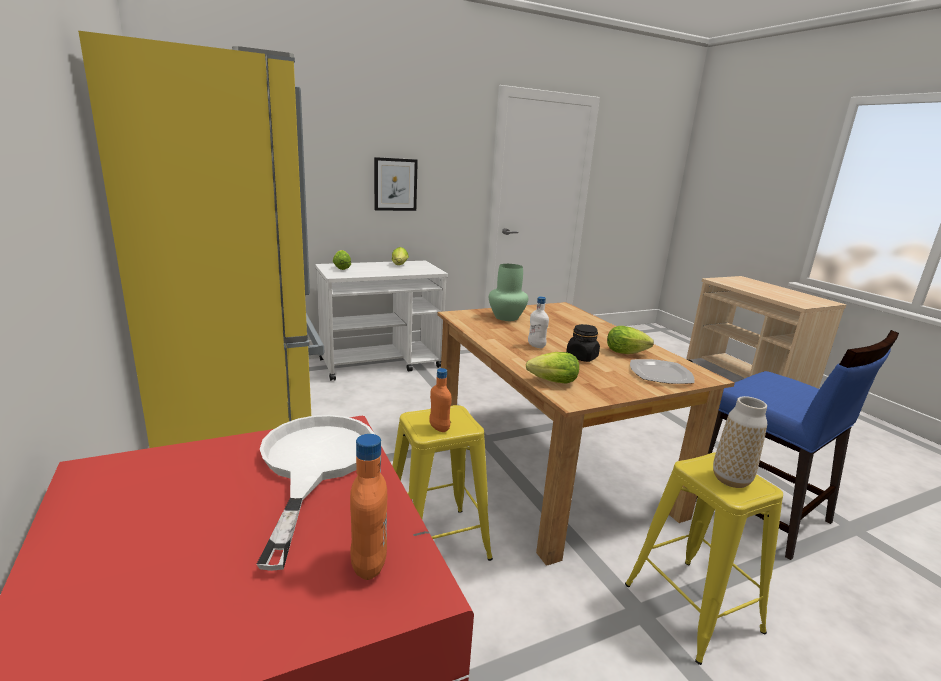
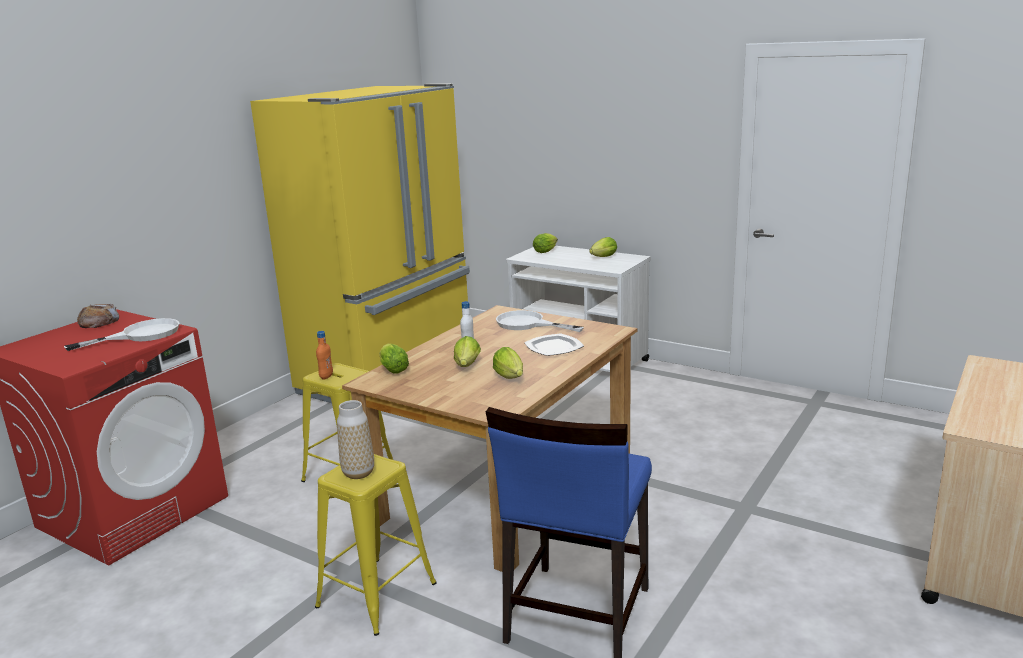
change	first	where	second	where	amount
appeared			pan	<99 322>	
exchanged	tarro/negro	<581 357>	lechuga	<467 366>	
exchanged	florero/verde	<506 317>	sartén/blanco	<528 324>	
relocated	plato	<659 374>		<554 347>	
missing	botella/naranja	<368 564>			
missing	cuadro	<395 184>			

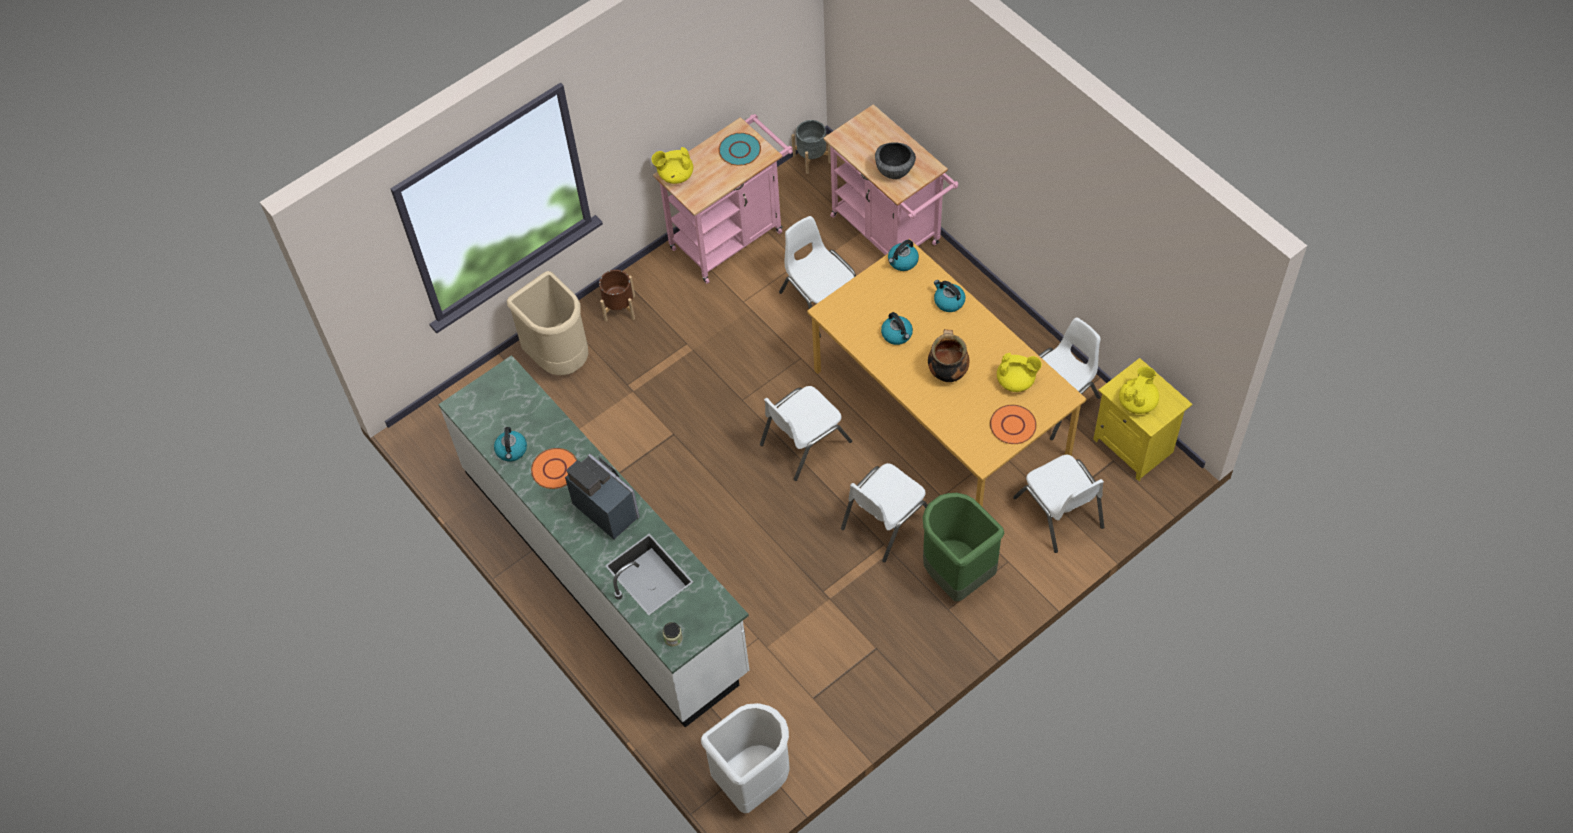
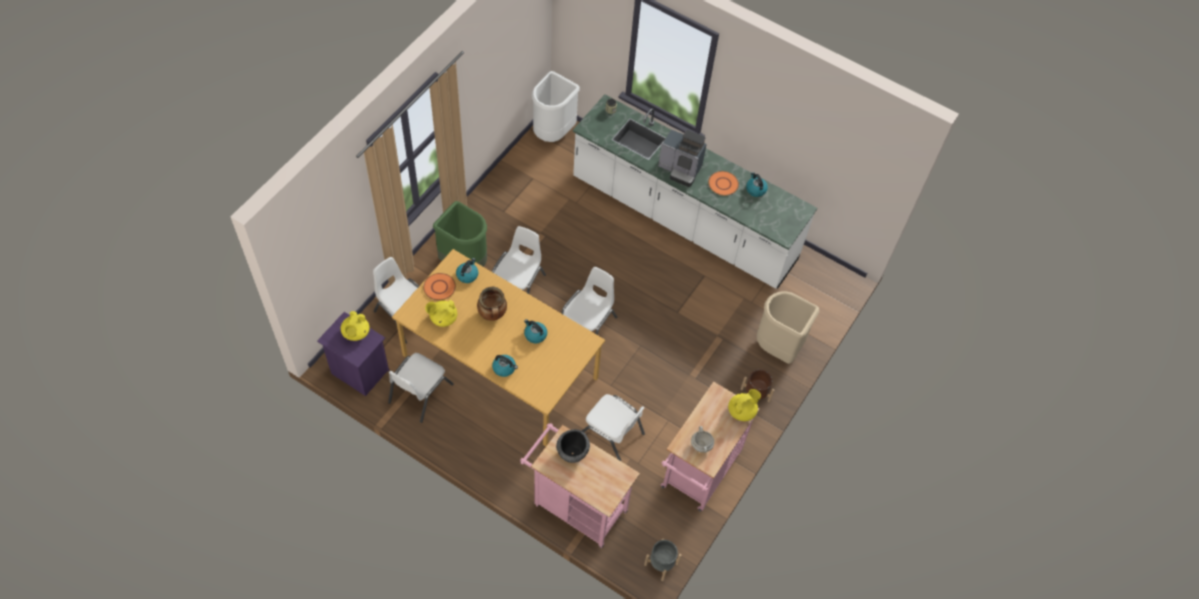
change	first	where	second	where	amount
colour	mesita de noche/amarillo	<1134 445>	mesita de noche/morado	<359 372>	
relocated	hervidor	<902 261>		<467 275>	
exchanged	plato/turquesa	<739 150>	olla/blanco	<701 445>	

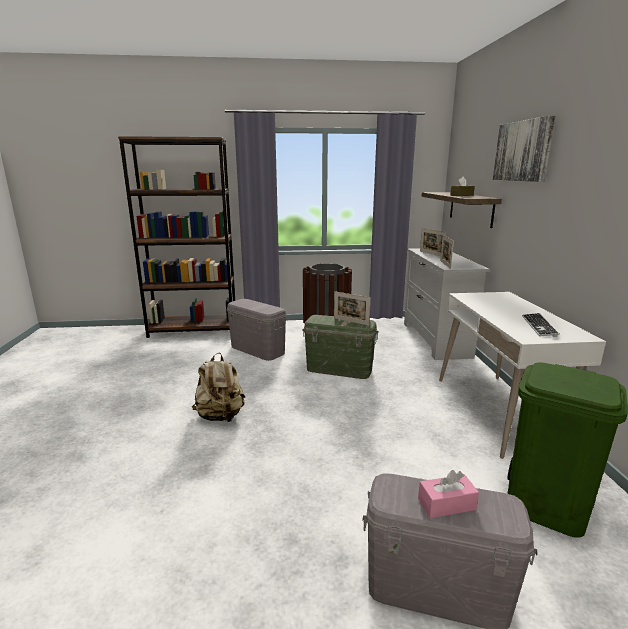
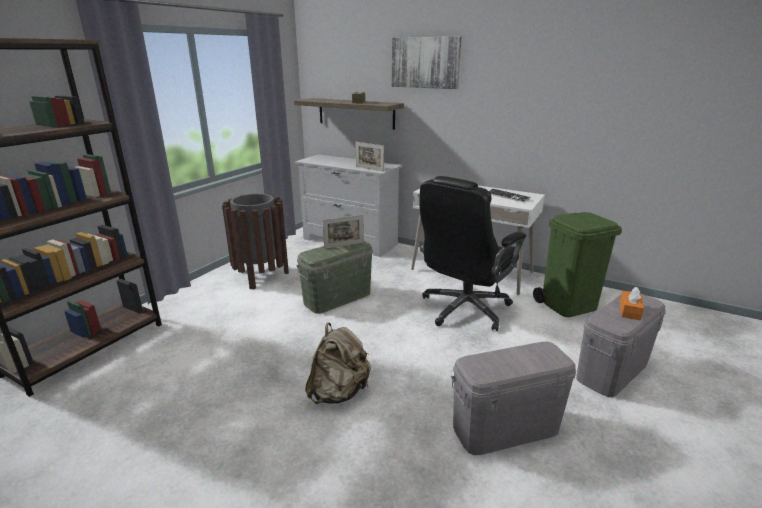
change	first	where	second	where	amount
appeared			silla de oficina/negro	<464 309>	
relocated	caja de almacenaje/gris	<258 349>		<505 428>	
colour	caja de pañuelos/rosa	<446 504>	caja de pañuelos/naranja	<629 311>	
missing	portarretratos	<431 254>			

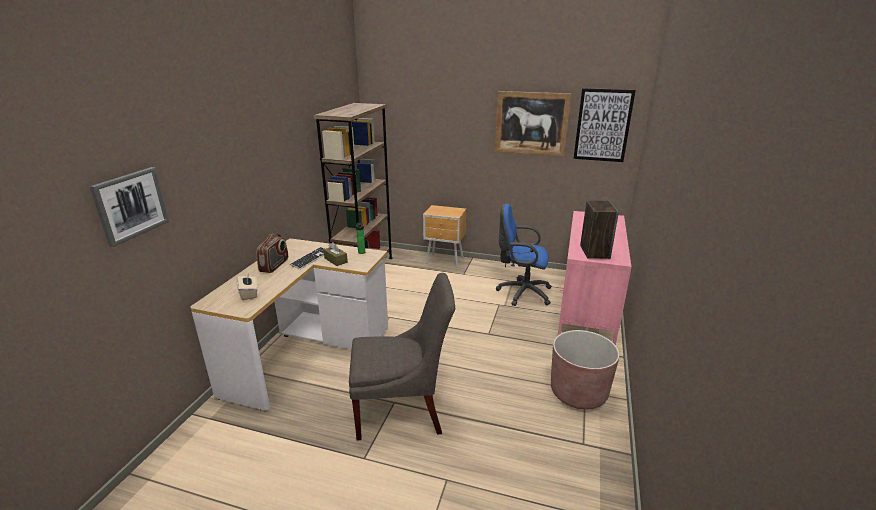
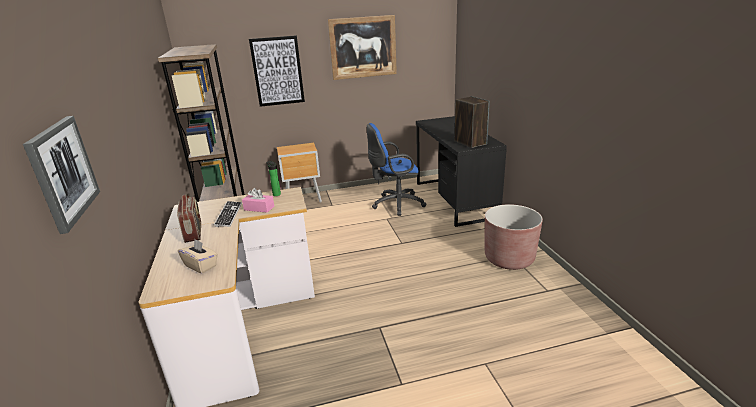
change	first	where	second	where	amount
colour	caja de pañuelos/marrón	<336 260>	caja de pañuelos/rosa	<259 208>	
relocated	cuadro	<603 125>		<277 71>	
colour	escritorio/rosa	<586 308>	escritorio/negro	<454 200>	
missing	silla/gris	<403 410>			

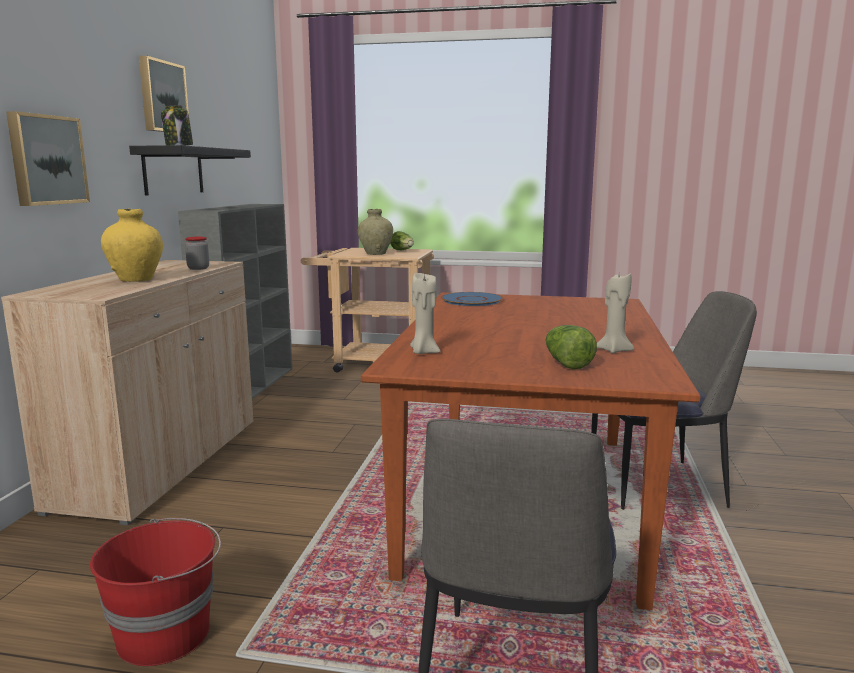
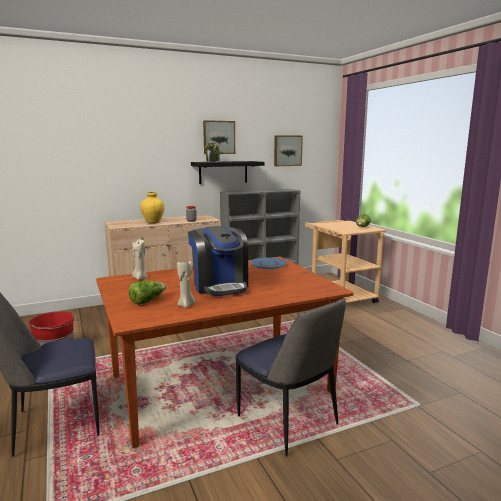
change	first	where	second	where	amount
appeared			cafetera	<220 286>	
relocated	cuadro	<46 160>		<287 150>	
missing	florero/beis	<375 253>			

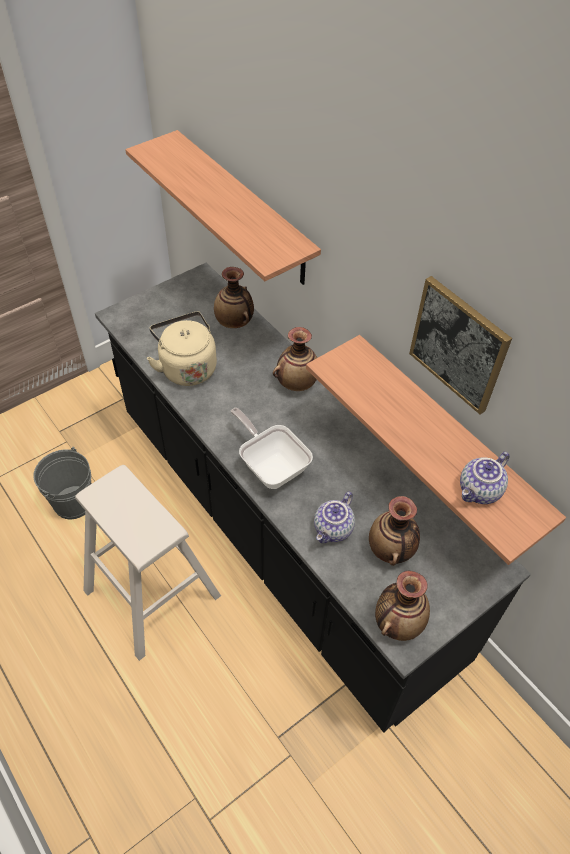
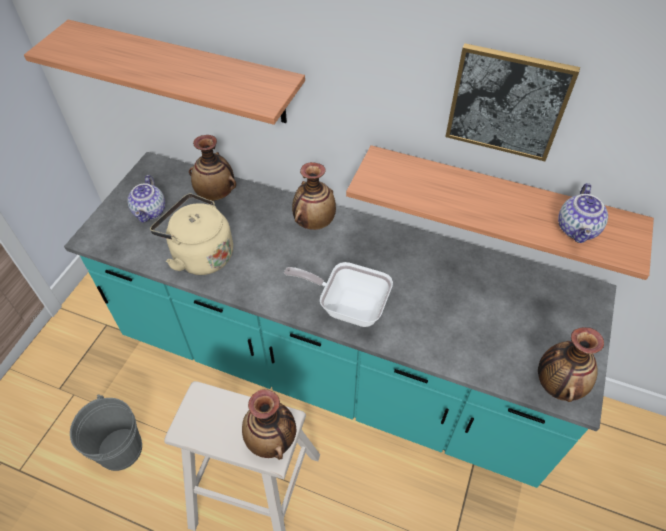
change	first	where	second	where	amount
colour	mueble bajo de cocina/negro	<281 531>	mueble bajo de cocina/turquesa	<333 368>	
relocated	tetera	<334 530>		<150 212>	
relocated	florero	<391 550>		<272 439>	

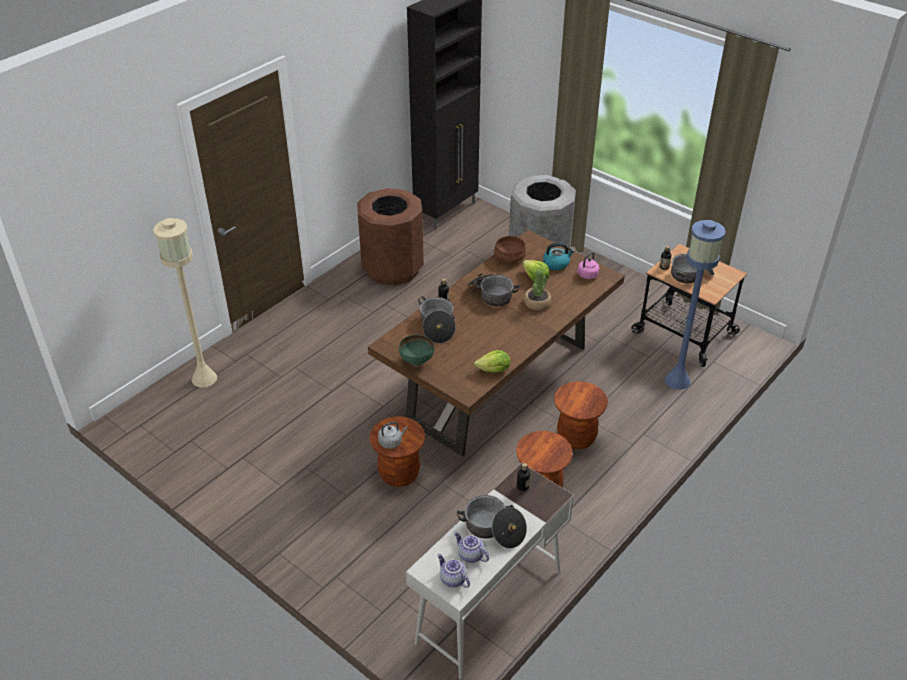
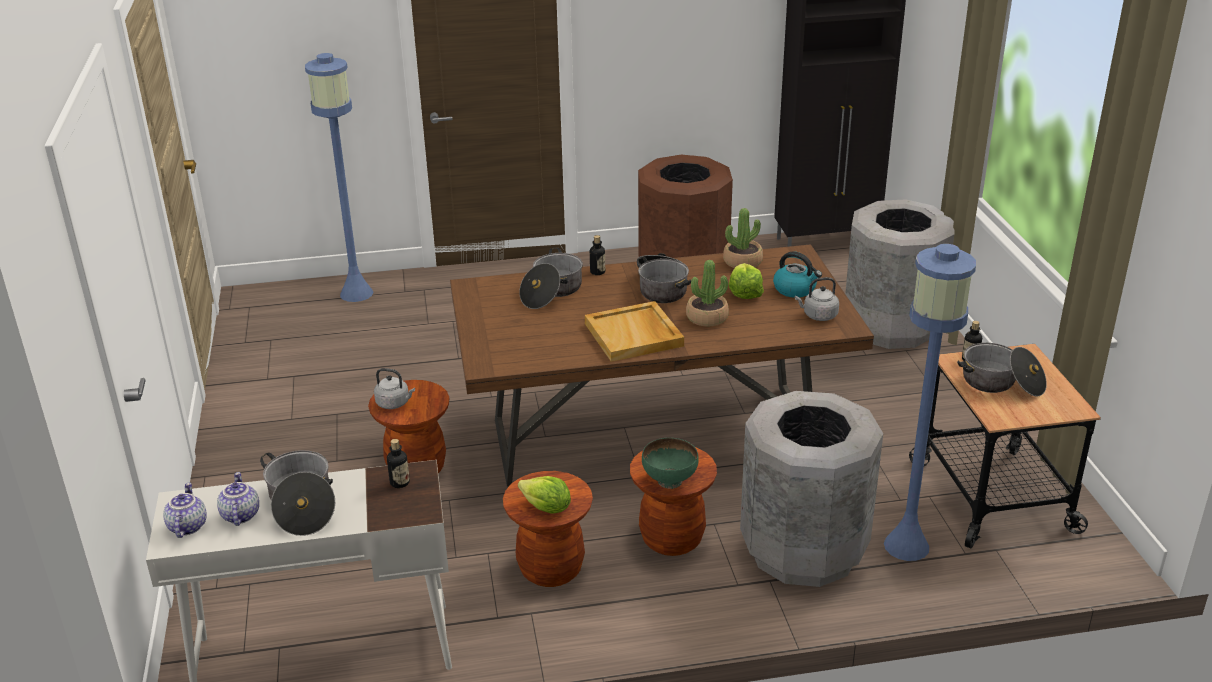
change	first	where	second	where	amount
colour	lámpara de pie/beis	<204 378>	lámpara de pie/azul	<356 293>	
relocated	lechuga	<494 370>		<546 508>	
appeared			bandeja/beis	<634 335>	
relocated	cuenco/verde	<416 361>		<669 481>	
exchanged	olla/marrón	<509 257>	planta en maceta	<742 262>	
appeared			papelera/gris	<802 551>	
colour	hervidor/rosa	<586 275>	hervidor/gris	<818 316>	

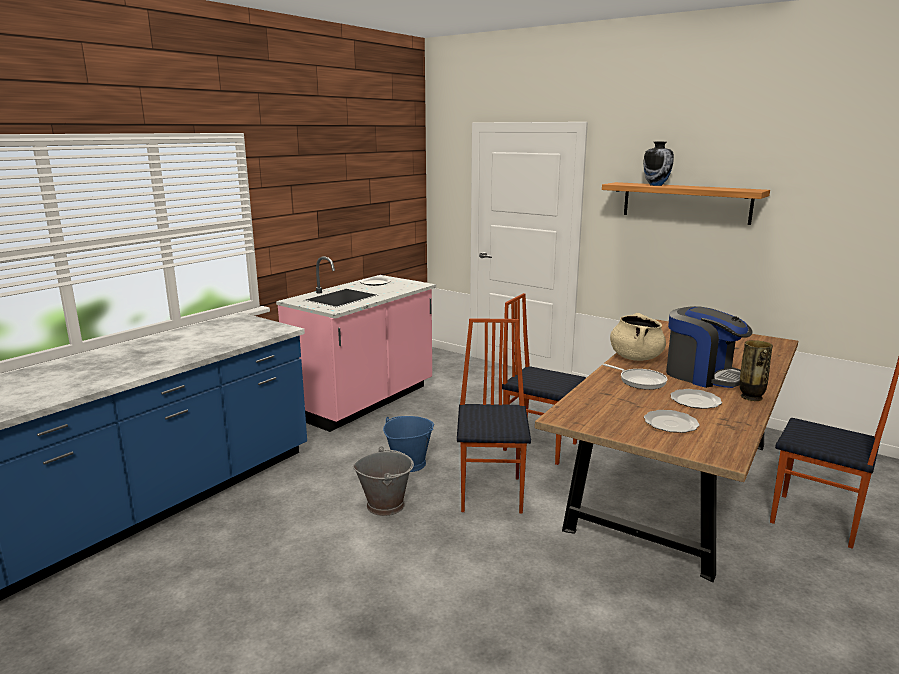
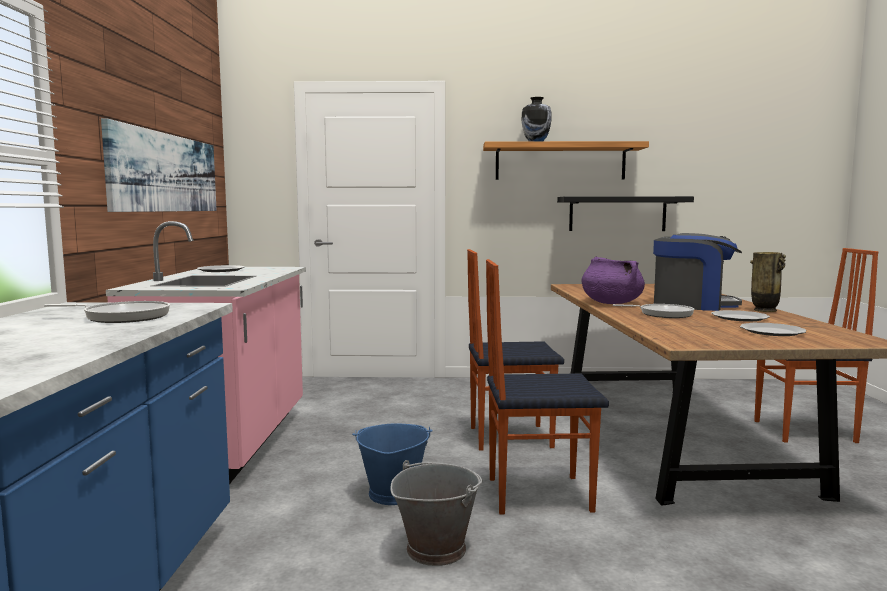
change	first	where	second	where	amount
appeared			sartén	<122 317>	
appeared			cuadro	<166 173>	
spun	silla	<492 493>		<537 493>	60 degrees counterclockwise
appeared			estante/negro	<617 214>	
colour	olla/beis	<635 357>	olla/morado	<611 303>	

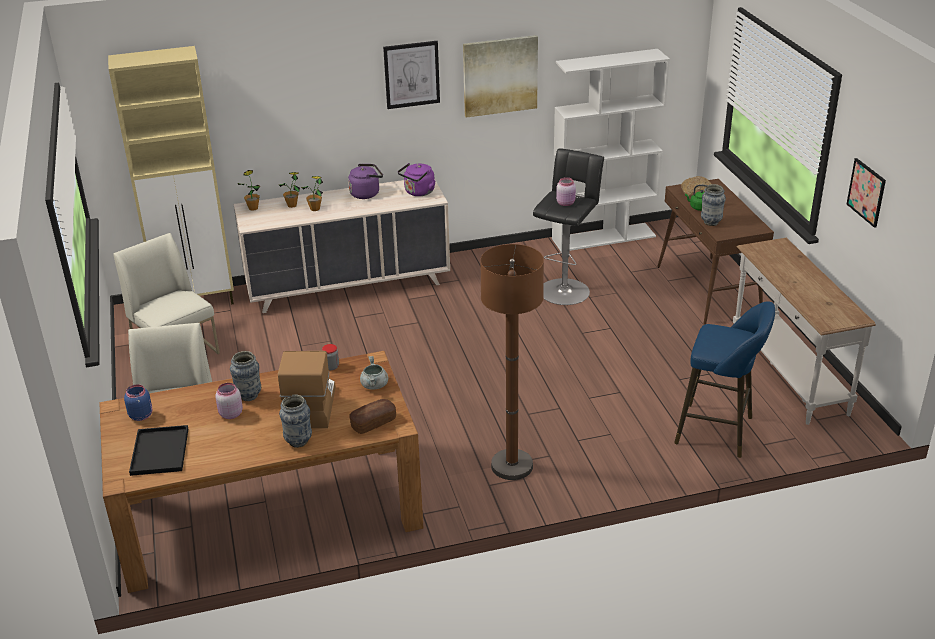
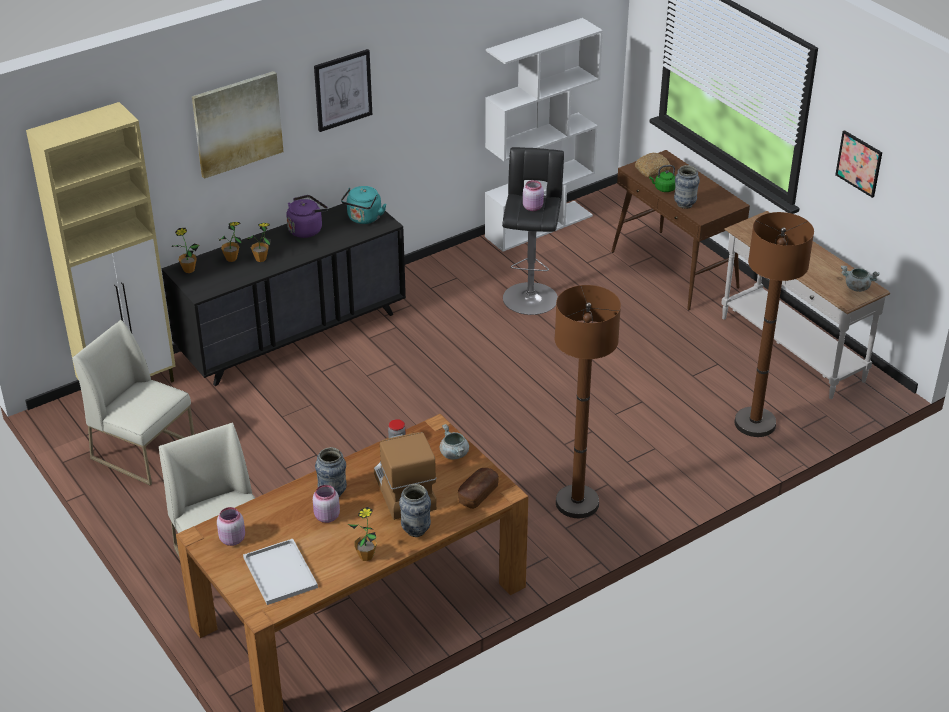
change	first	where	second	where	amount
colour	cómoda/beis	<348 286>	cómoda/negro	<293 334>	
relocated	cuadro	<500 75>		<237 123>	
colour	tarro/azul	<141 415>	tarro/rosa	<232 538>	
colour	bandeja/negro	<159 450>	bandeja/blanco	<279 572>	
colour	hervidor/morado	<418 192>	hervidor/turquesa	<364 219>	
appeared			planta en maceta	<366 556>	
exchanged	taburete/azul	<719 431>	lámpara de pie/marrón	<755 423>	
appeared			olla/gris	<856 287>	

